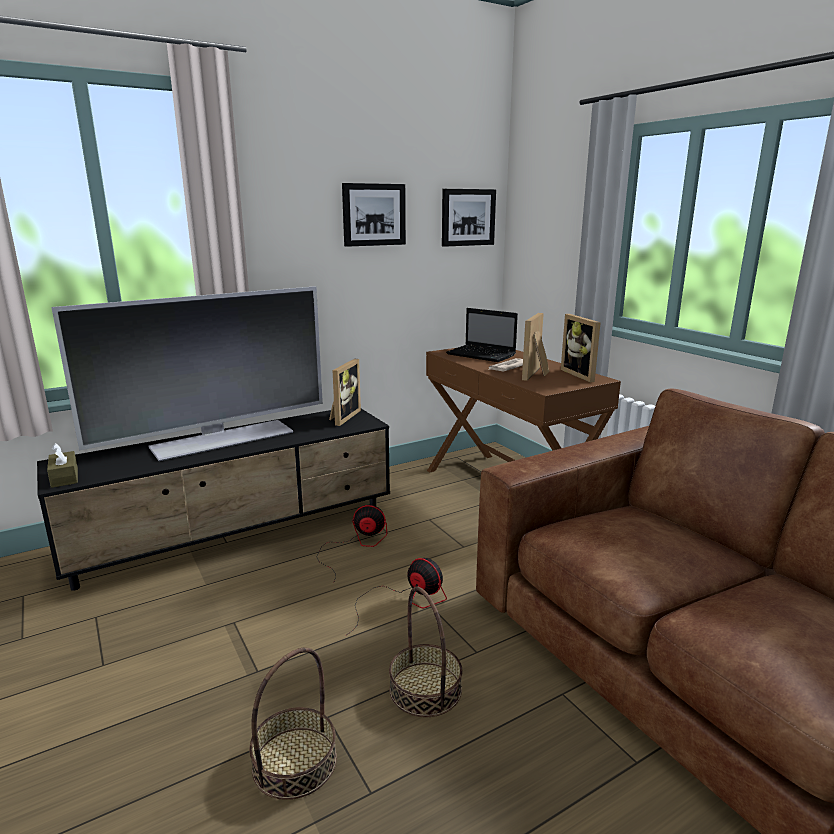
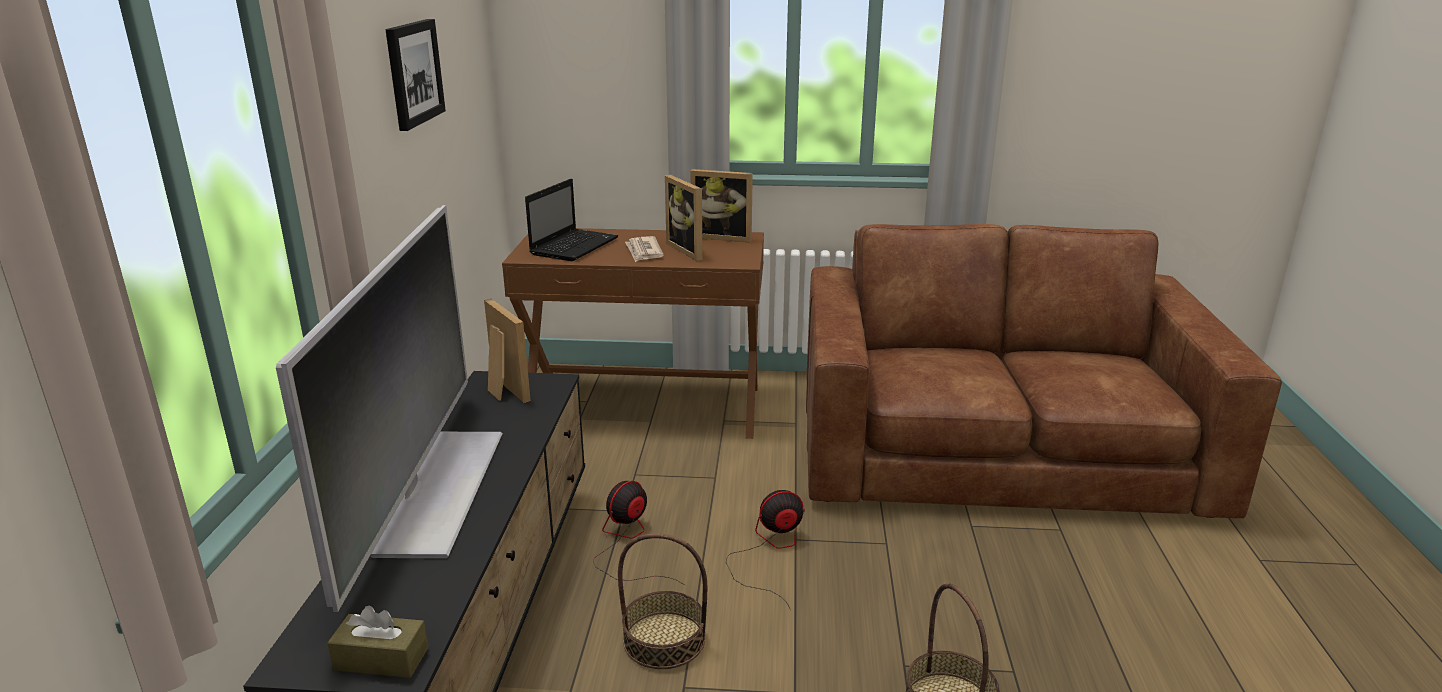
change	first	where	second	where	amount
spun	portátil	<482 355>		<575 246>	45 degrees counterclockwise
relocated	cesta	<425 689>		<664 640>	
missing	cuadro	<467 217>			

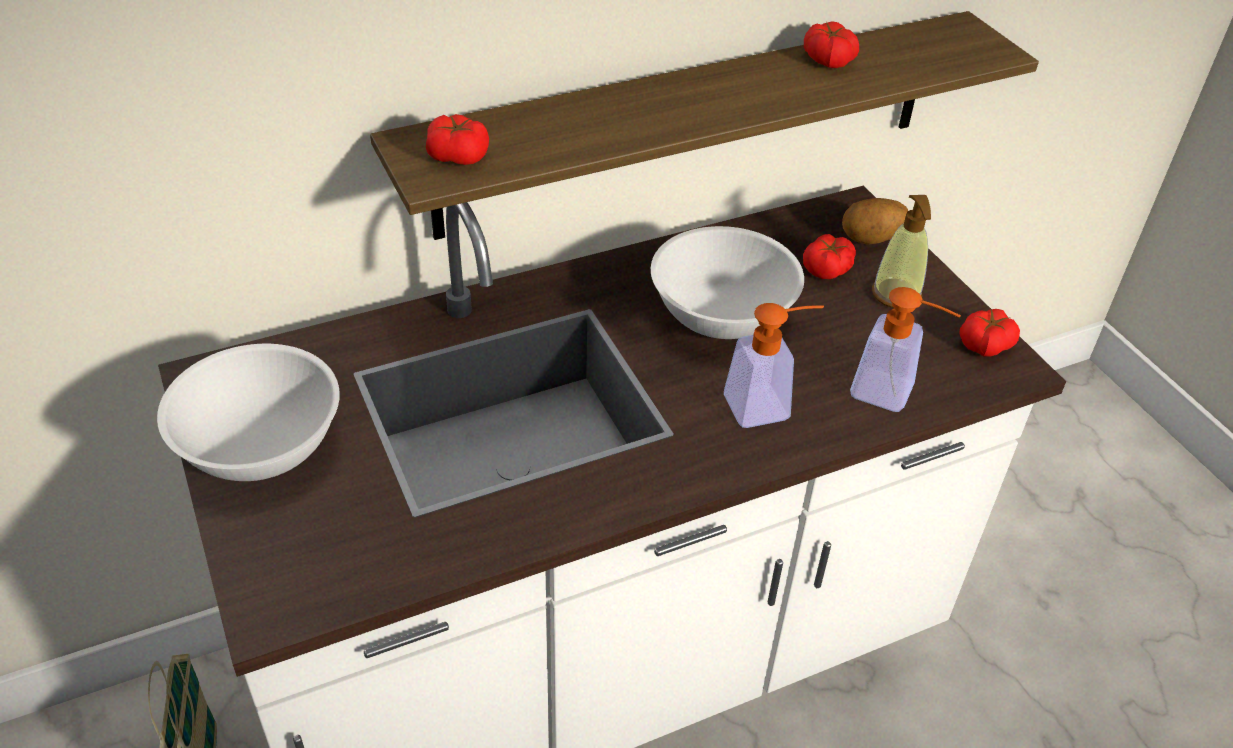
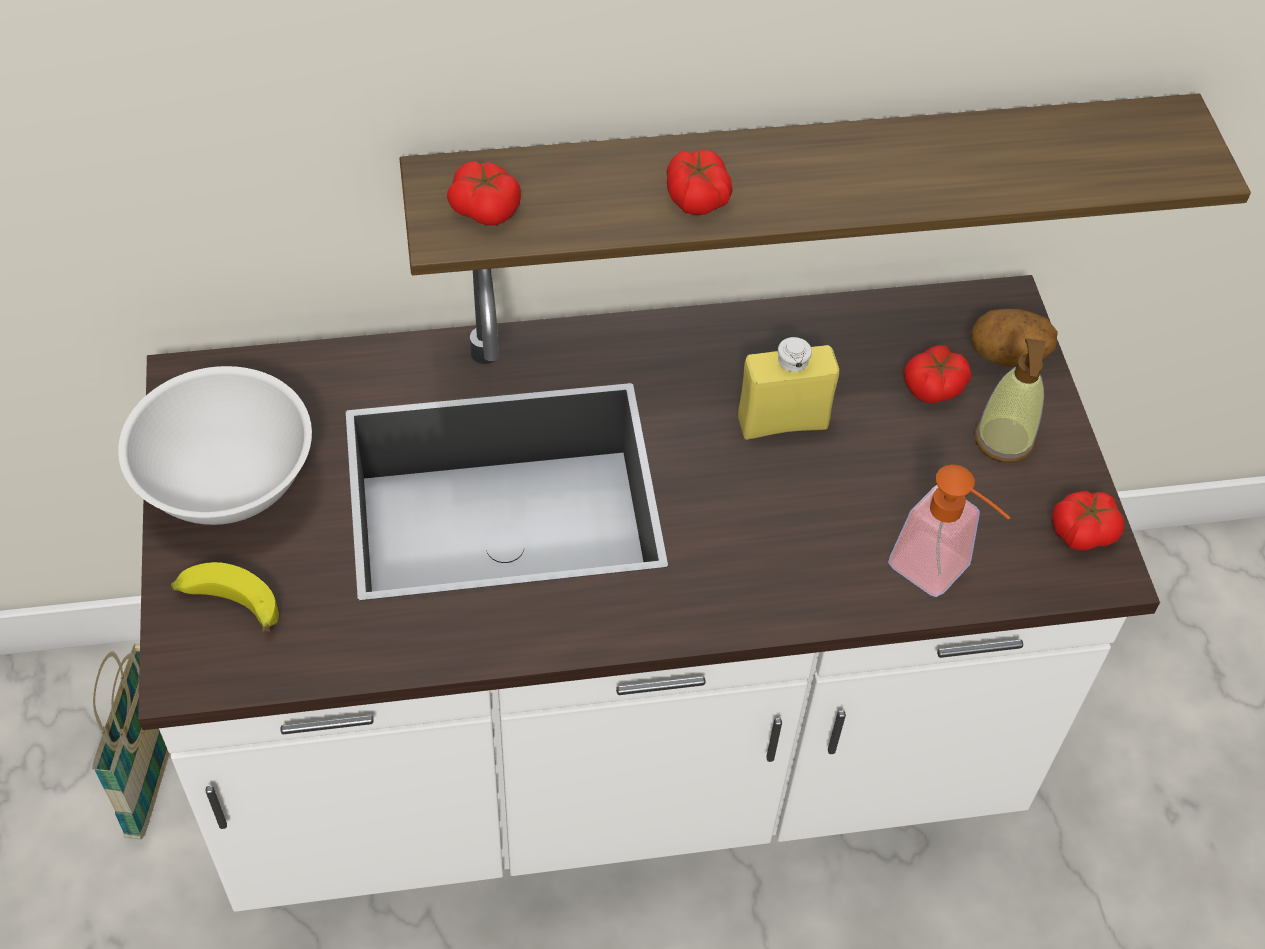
change	first	where	second	where	amount
appeared			plátano	<228 604>	
relocated	tomate	<828 59>		<696 196>	
exchanged	cuenco/blanco	<722 314>	botella/amarillo	<782 422>	
missing	dispensador de jabón	<767 405>			

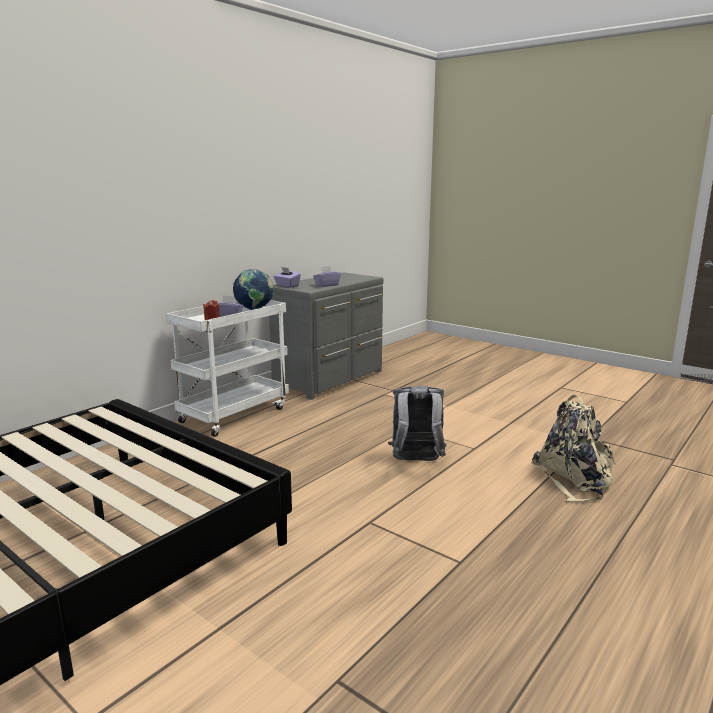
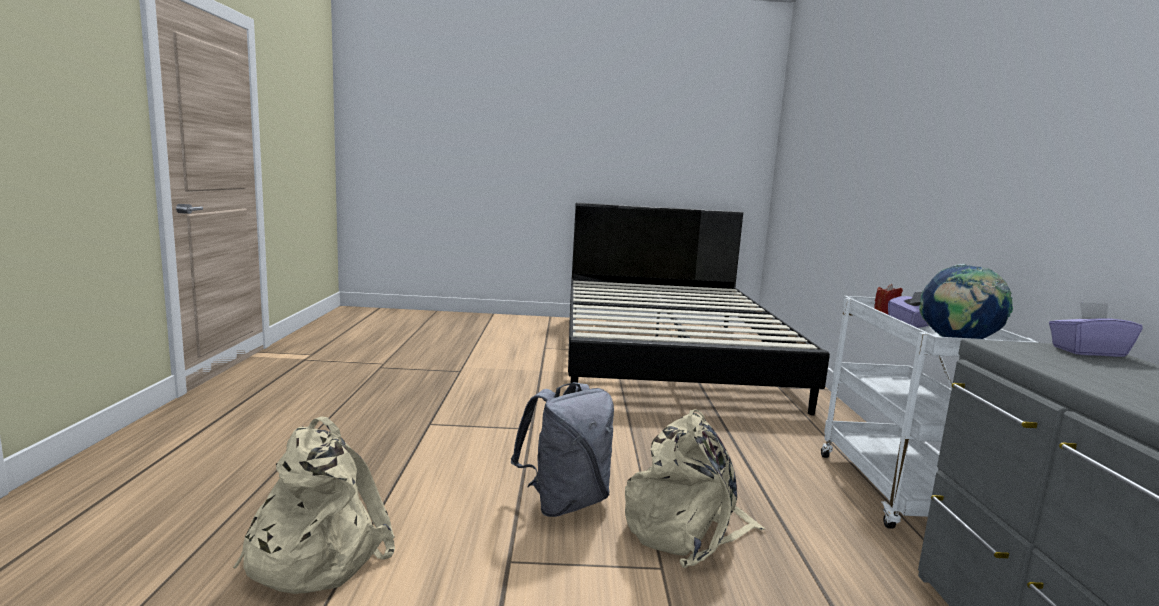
change	first	where	second	where	amount
appeared			mochila/beis	<687 529>	
missing	caja de pañuelos/morado	<326 285>			

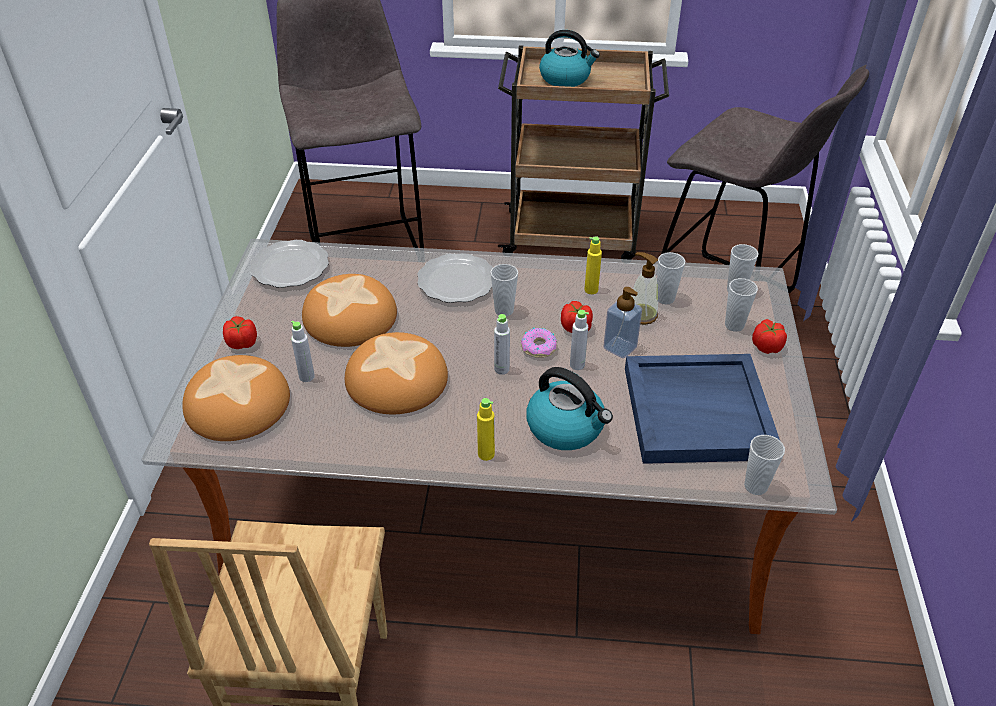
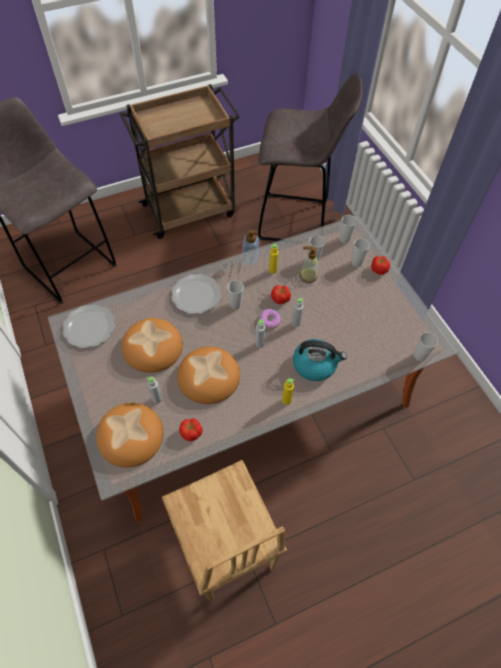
change	first	where	second	where	amount
relocated	tomate	<242 343>		<191 433>	
relocated	dispensador de jabón	<620 347>		<250 259>	
missing	hervidor	<566 78>			
missing	bandeja/azul	<698 411>			

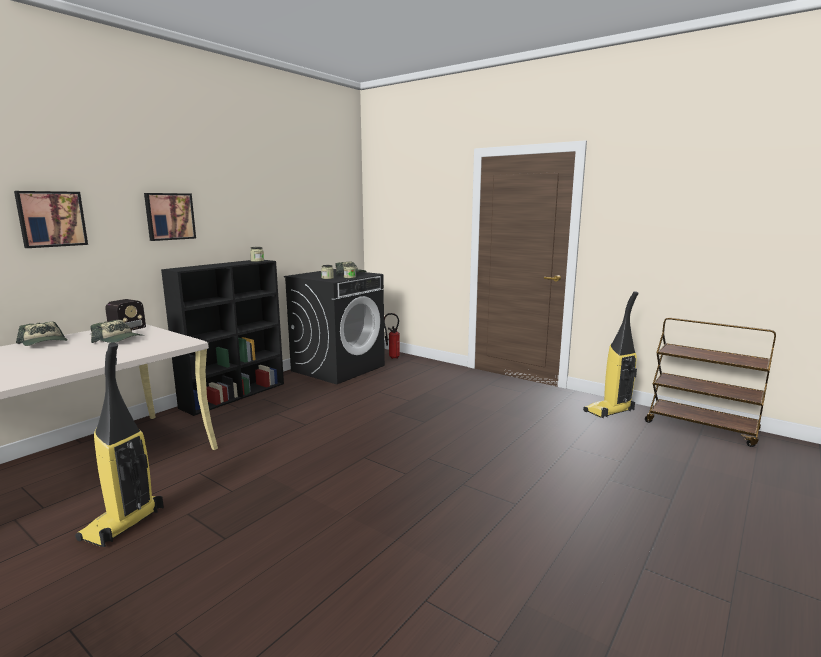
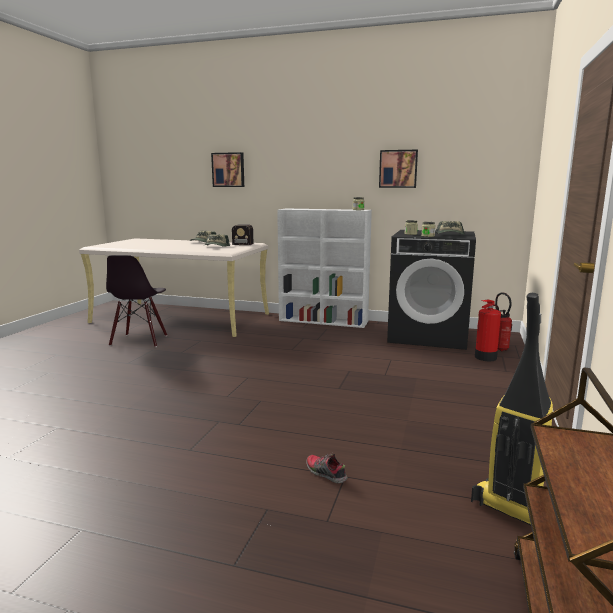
change	first	where	second	where	amount
exchanged	aspiradora	<123 525>	silla/negro	<139 341>	
colour	estantería/negro	<235 395>	estantería/blanco	<324 321>	
appeared			zapato	<325 473>	
relocated	cuadro	<169 216>		<398 169>	
appeared			extintor	<485 357>	

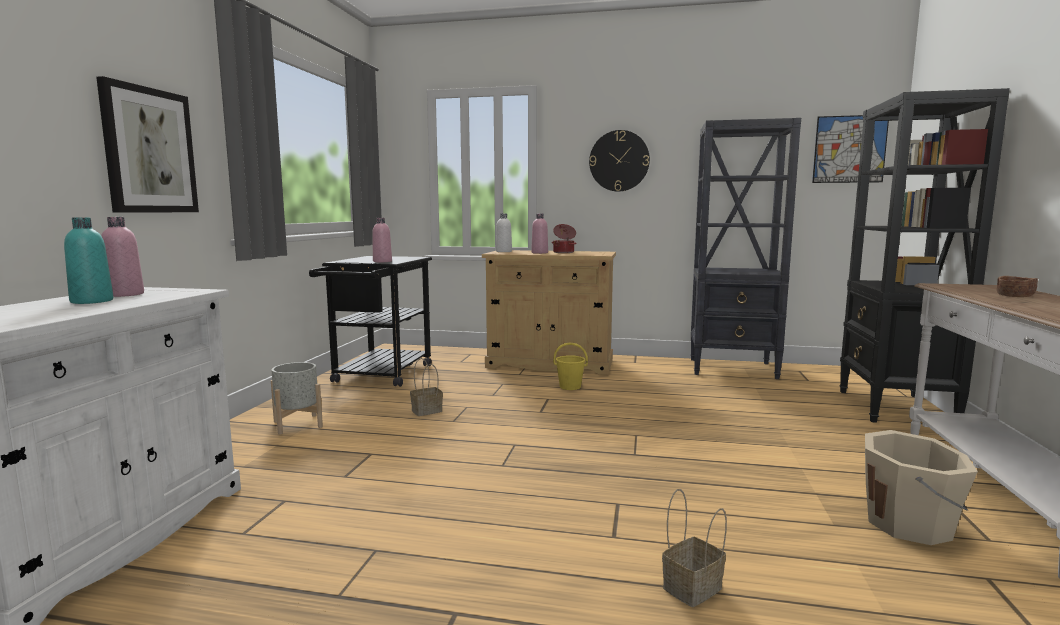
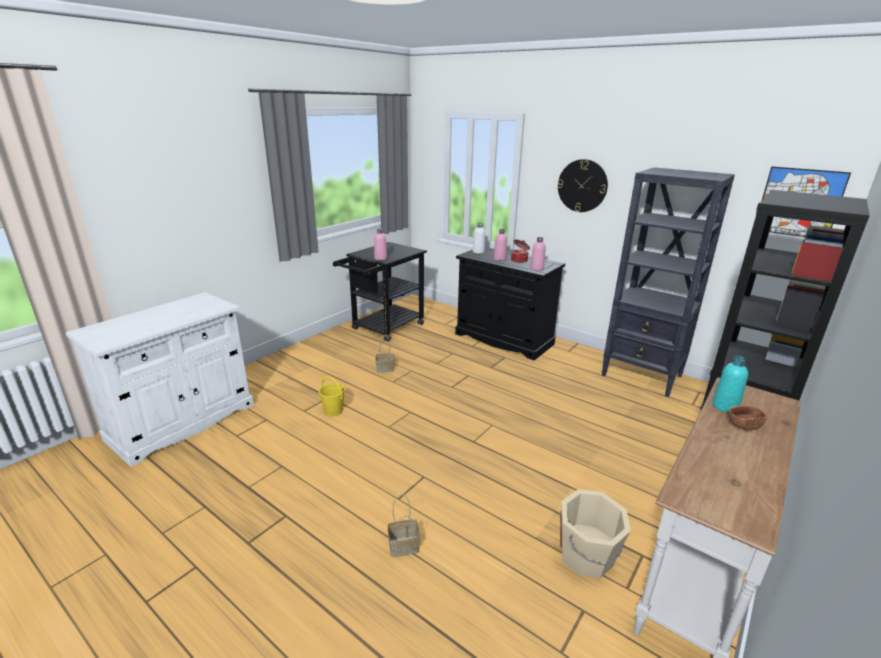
change	first	where	second	where	amount
relocated	cubo/amarillo	<570 387>		<333 411>	
colour	armario/beis	<550 364>	armario/negro	<503 339>	
relocated	botella/rosa	<124 294>		<537 268>	
relocated	botella/turquesa	<92 301>		<725 406>	
missing	cuadro	<149 151>			
missing	maceta/gris	<298 424>			

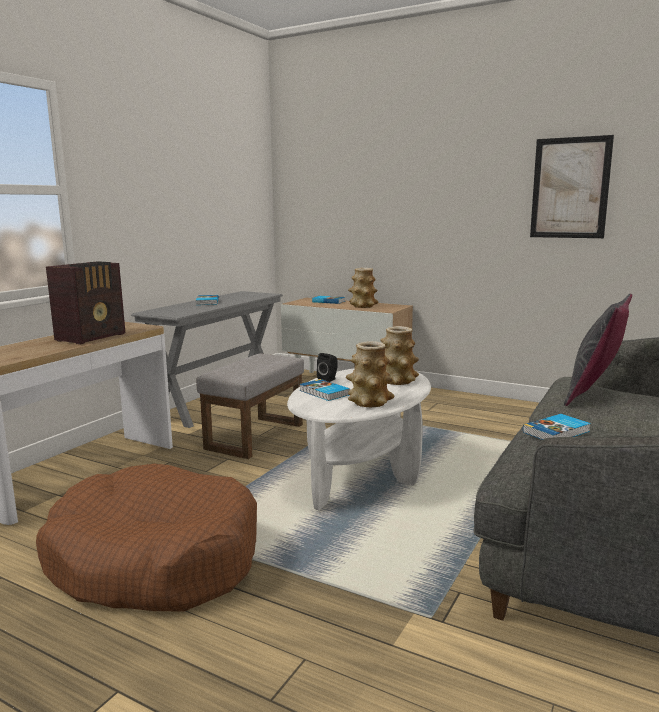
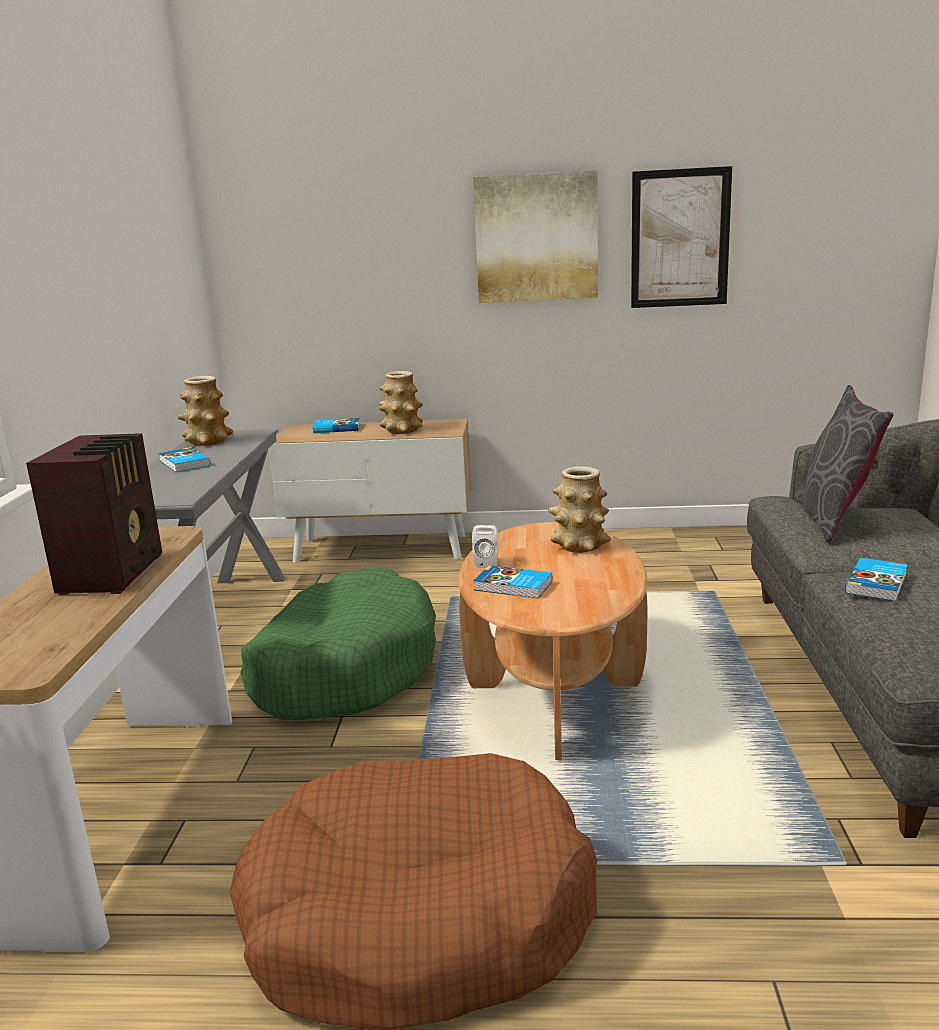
change	first	where	second	where	amount
relocated	florero	<369 402>		<207 441>	
exchanged	puf/gris	<255 437>	cama para perro/verde	<344 668>	
colour	mesa de centro/blanco	<361 473>	mesa de centro/marrón	<554 687>	
colour	altavoz/negro	<328 380>	altavoz/blanco	<487 563>	
appeared			cuadro	<536 238>	

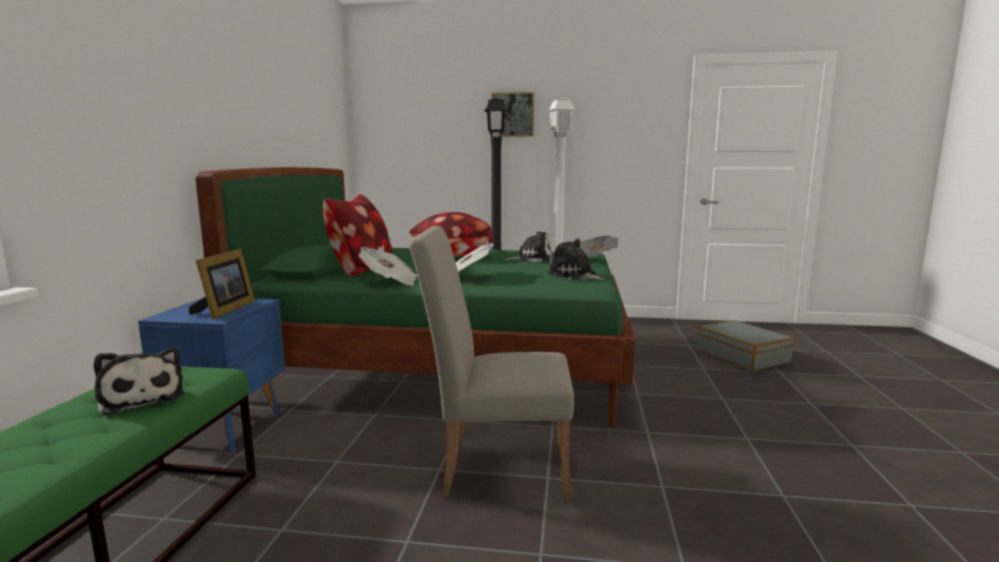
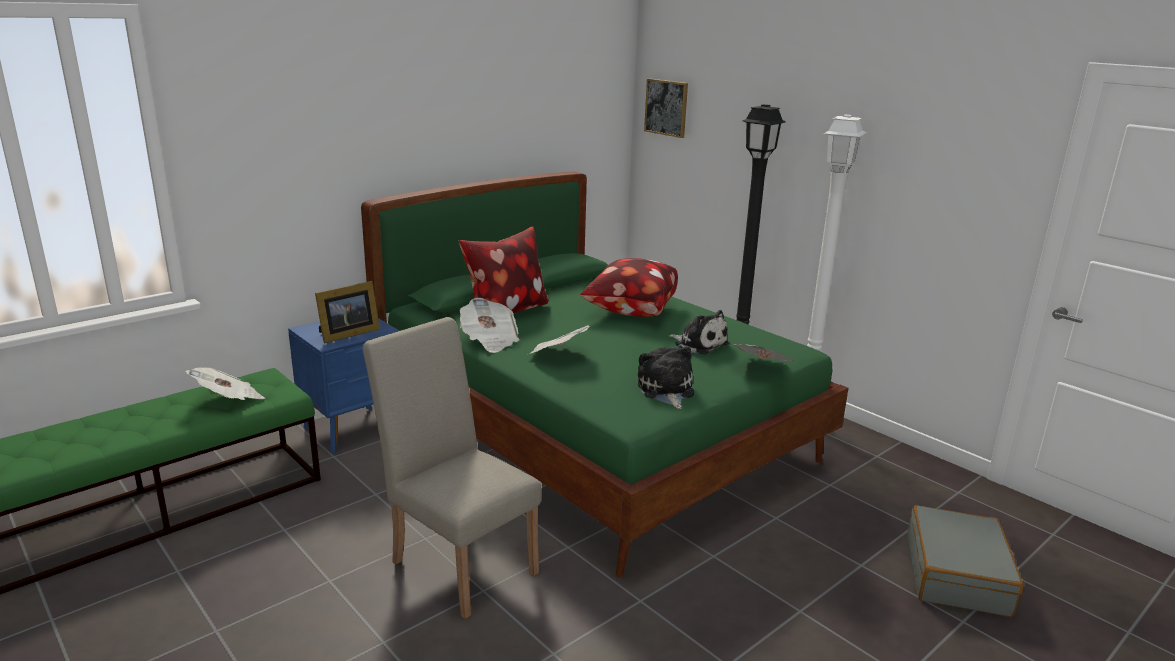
change	first	where	second	where	amount
exchanged	peluche	<141 398>	periódico	<229 400>	
relocated	cuadro	<512 114>		<666 107>	

